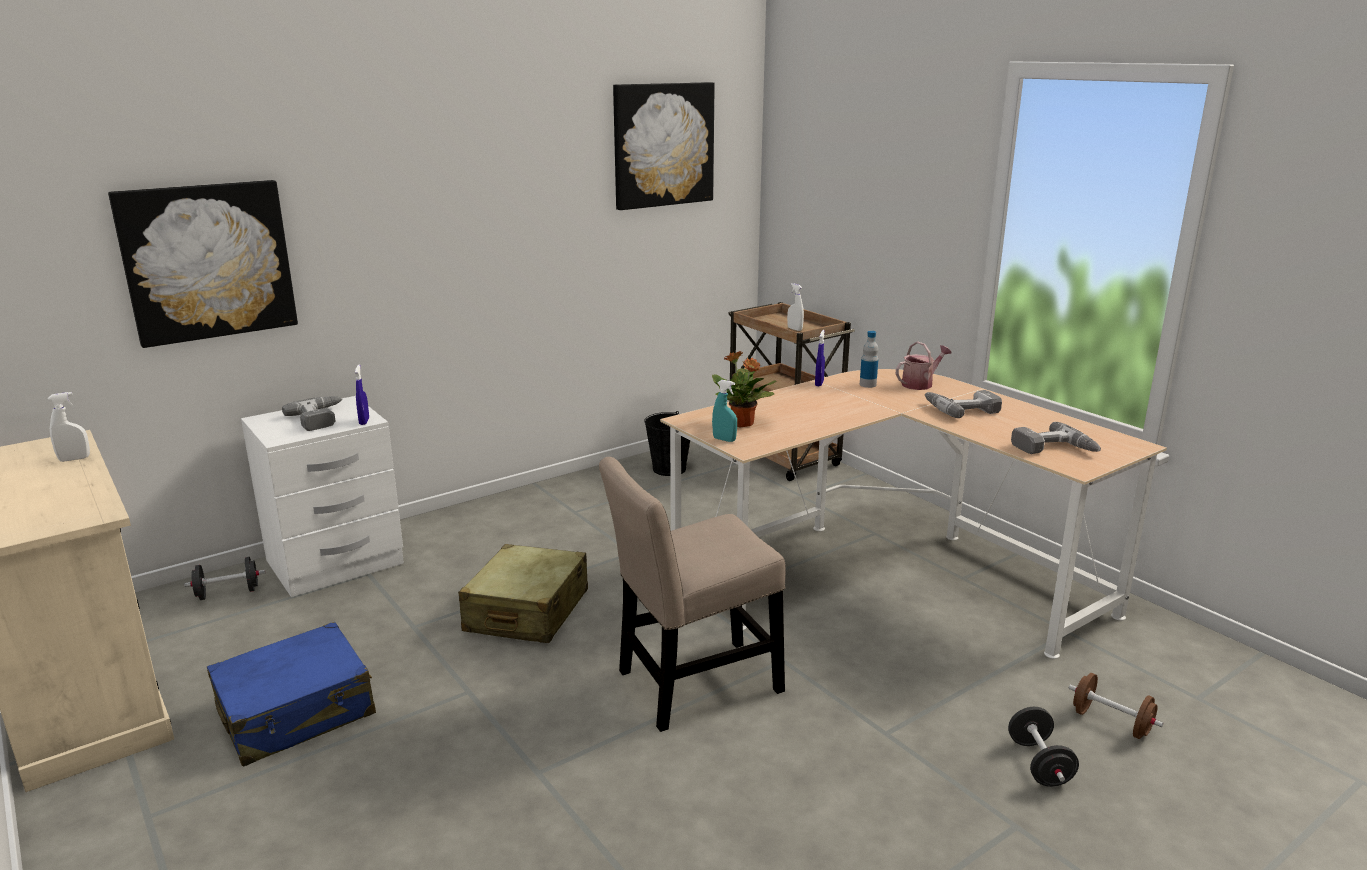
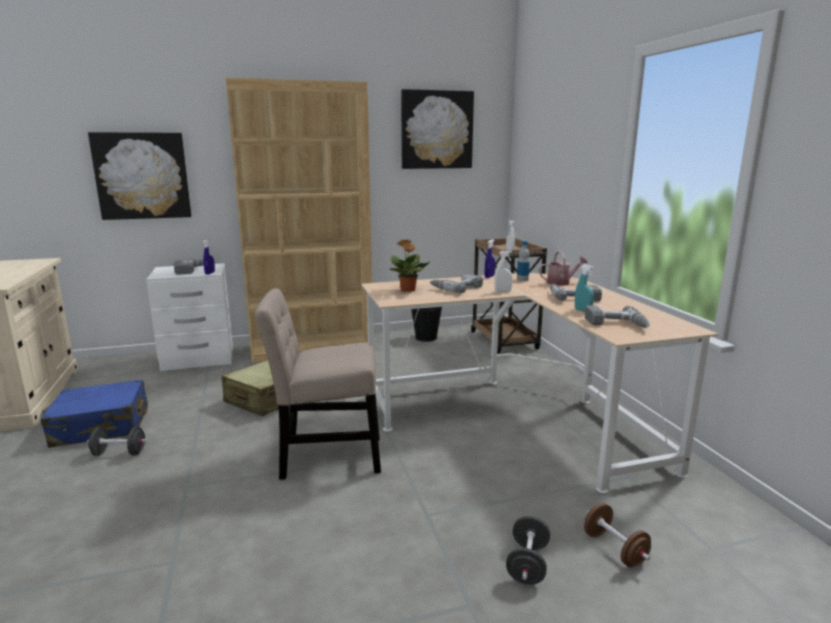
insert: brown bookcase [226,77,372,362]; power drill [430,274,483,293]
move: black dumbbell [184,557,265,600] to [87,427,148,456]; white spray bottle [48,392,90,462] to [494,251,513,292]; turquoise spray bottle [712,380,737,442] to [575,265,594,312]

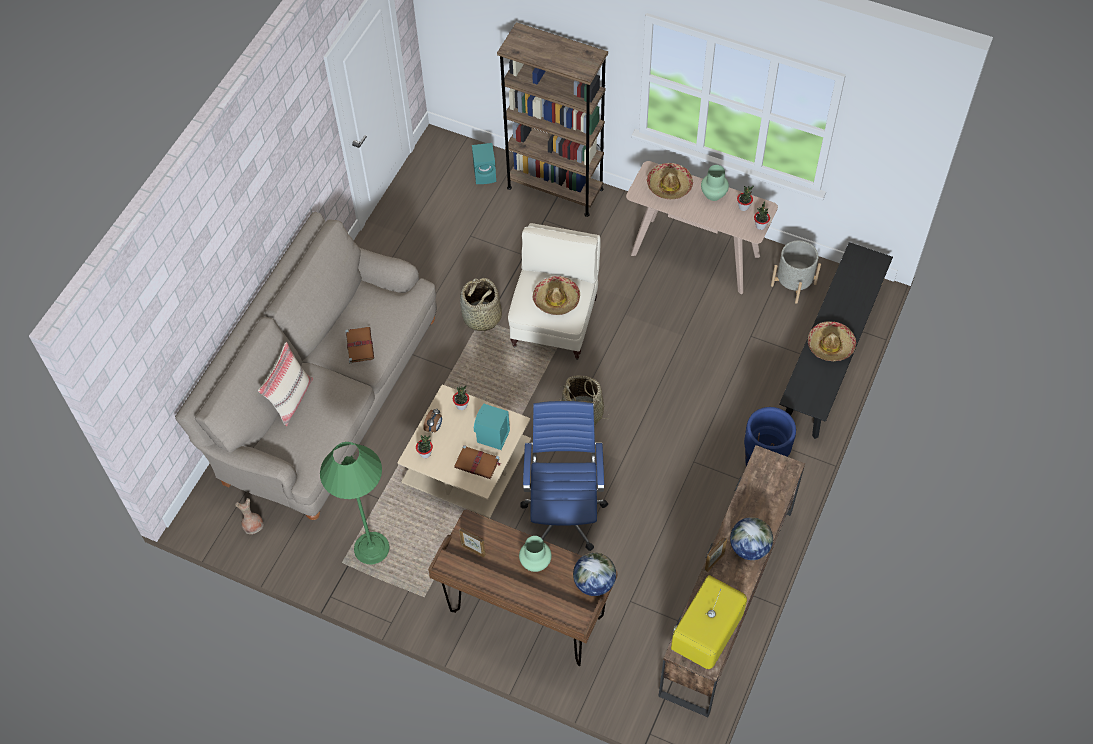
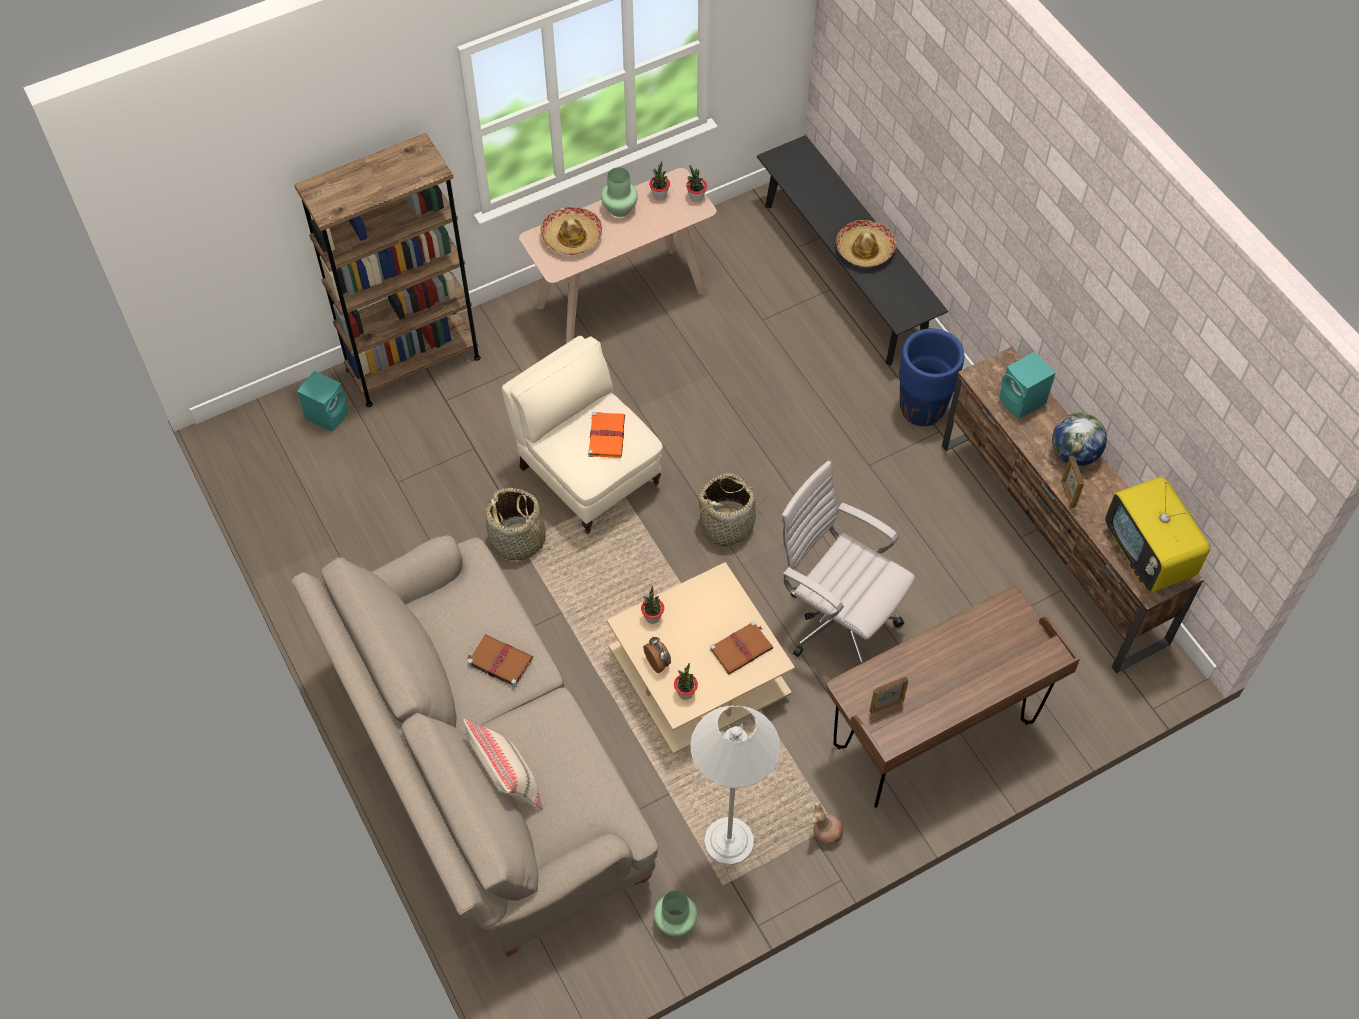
delete: globe [573,552,616,596]; grey planter [771,240,821,304]
move: green vase [519,536,551,572] to [654,890,697,937]; brown vase [235,498,264,534] to [811,802,844,846]; turquoise speaker [474,404,510,450] to [999,351,1055,419]
replace: hat [533,276,580,315] to orange book [588,412,625,458]
recolor: green floor lamp [320,442,389,564] to white floor lamp [690,705,780,865]; blue office chair [520,401,608,551] to white office chair [780,461,915,665]

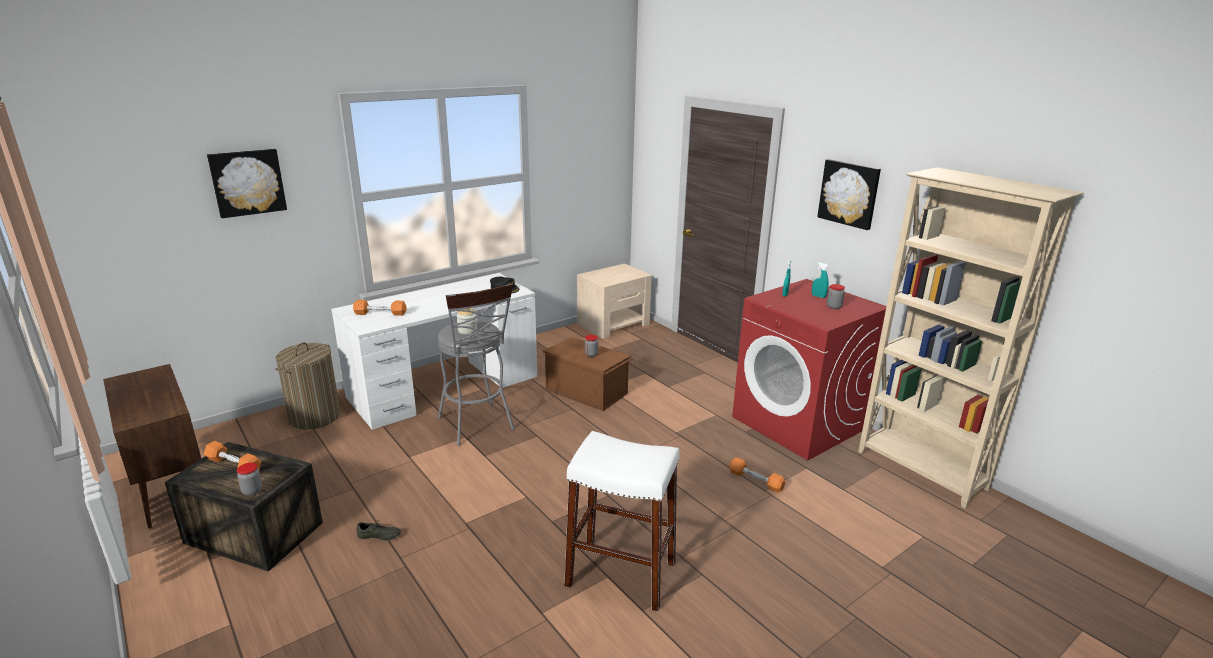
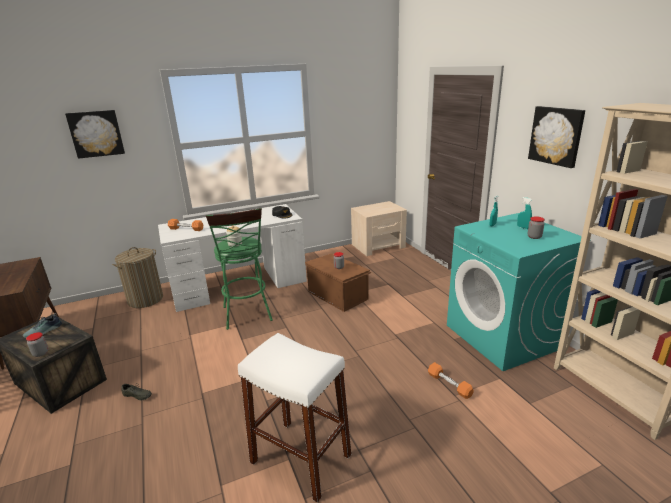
replace: orange dumbbell [204,441,261,470] to shoe [23,313,62,338]
recolor: grey stool [438,283,515,446] to green stool [206,208,273,330]; red washing machine [732,279,886,460] to turquoise washing machine [447,213,582,371]

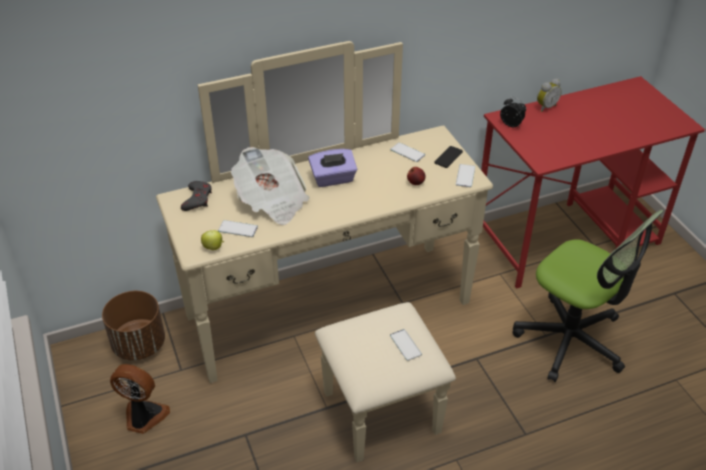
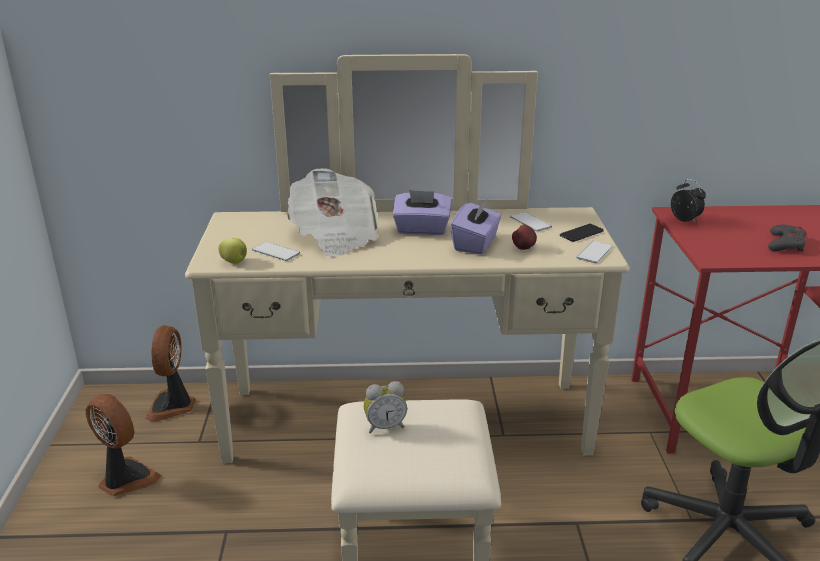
delete: phone [390,329,422,361]
insert: purple tissue box [451,199,502,255]
move: alarm clock [537,79,561,112] to [364,381,407,433]; grey game controller [181,181,212,211] to [768,225,807,252]
replace: brown planter [102,291,165,360] to fan [145,326,196,422]

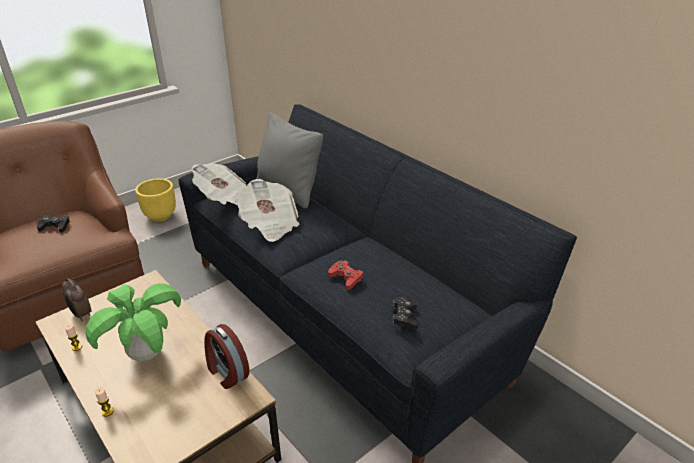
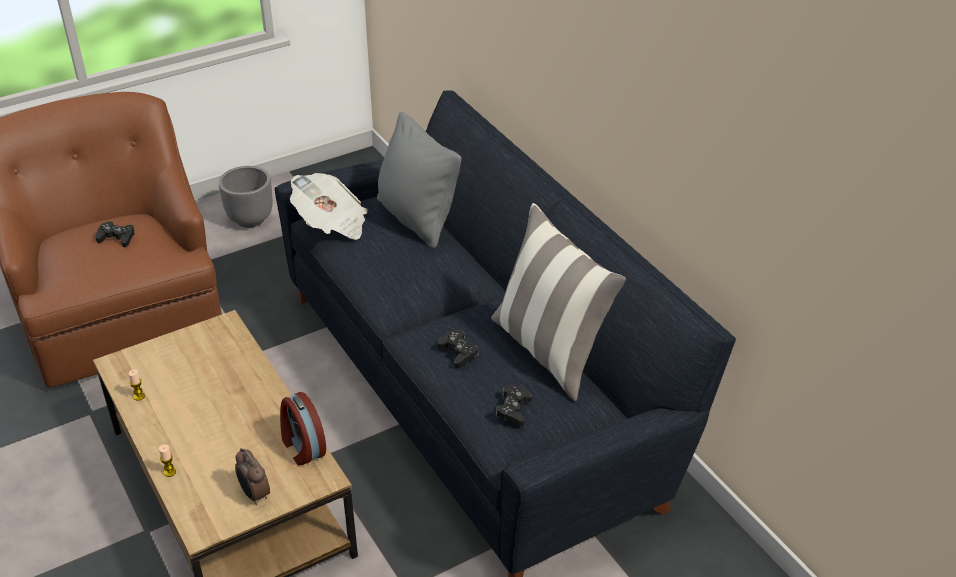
delete: potted plant [85,284,181,362]; newspaper [238,179,299,242]
insert: pillow [491,203,626,401]
move: alarm clock [62,278,91,321] to [235,448,270,505]
recolor: yellow planter [135,178,176,222] to grey planter [219,166,273,228]; red game controller [328,261,363,290] to black game controller [438,330,479,368]

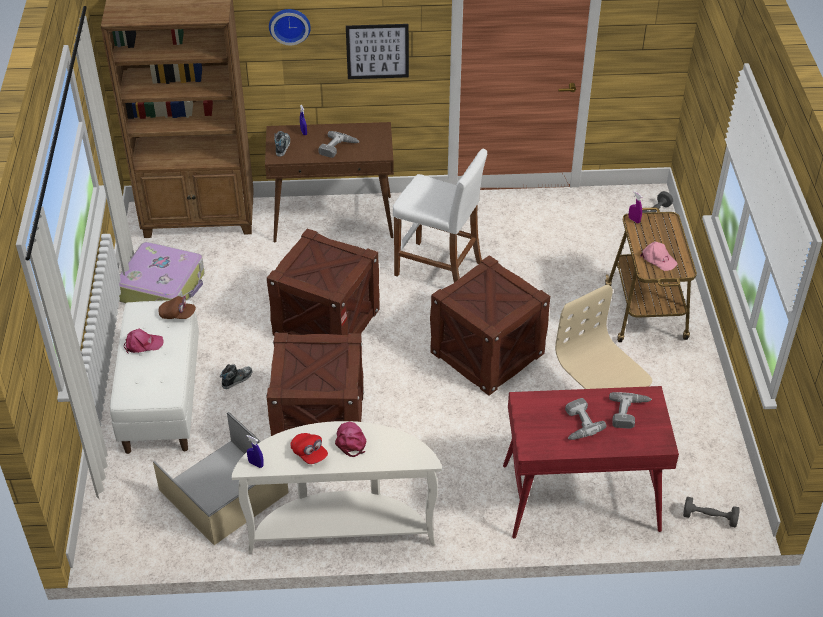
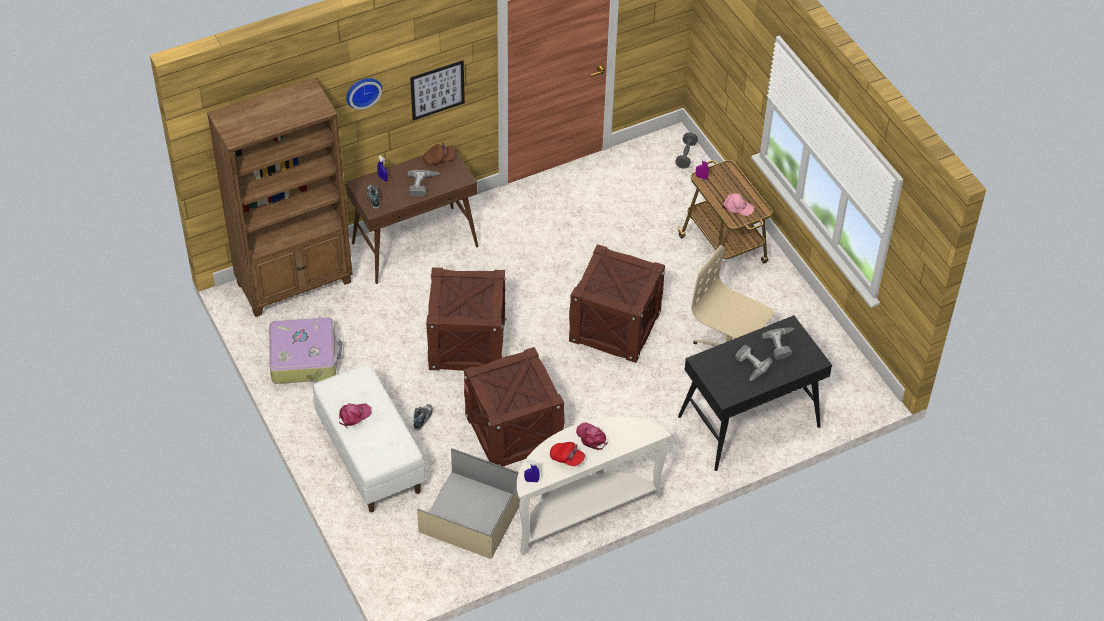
delete: white stool [393,149,487,283]; grey dumbbell [683,497,740,527]
move: brown cap [159,296,196,319] to [423,143,455,166]
recolor: red desk [503,386,679,538] to black desk [678,315,832,471]

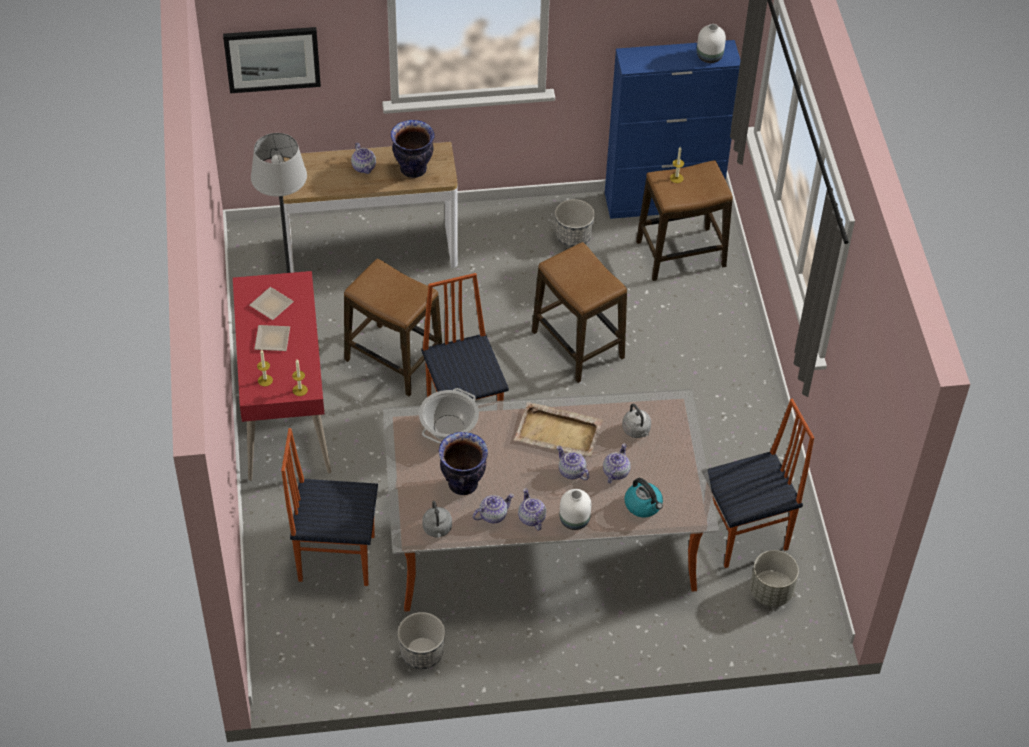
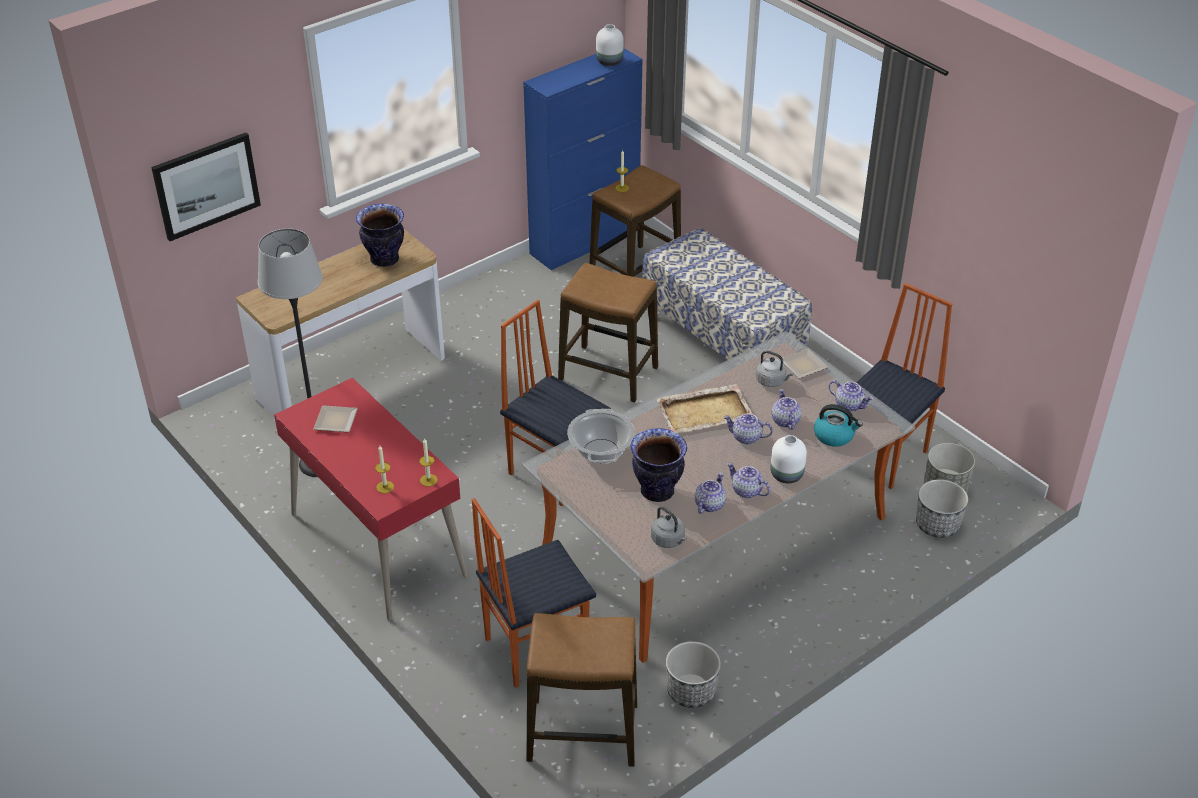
insert: bench [642,228,812,360]
move: stool [344,259,442,396] to [526,613,637,767]; plate [254,325,290,351] to [782,349,828,378]; teapot [351,143,376,174] to [829,380,874,412]; planter [555,199,595,247] to [916,479,968,538]

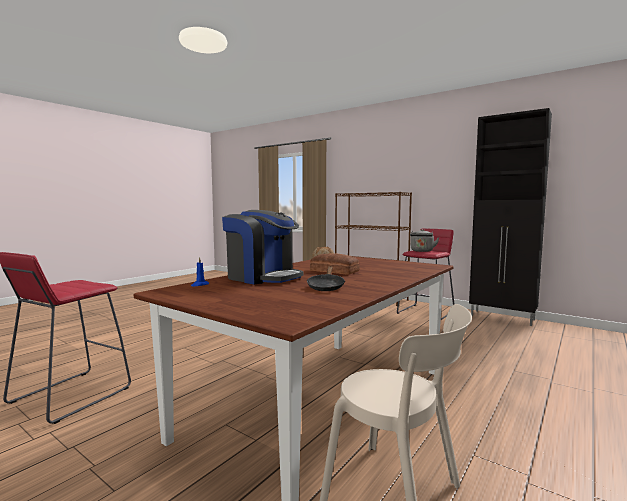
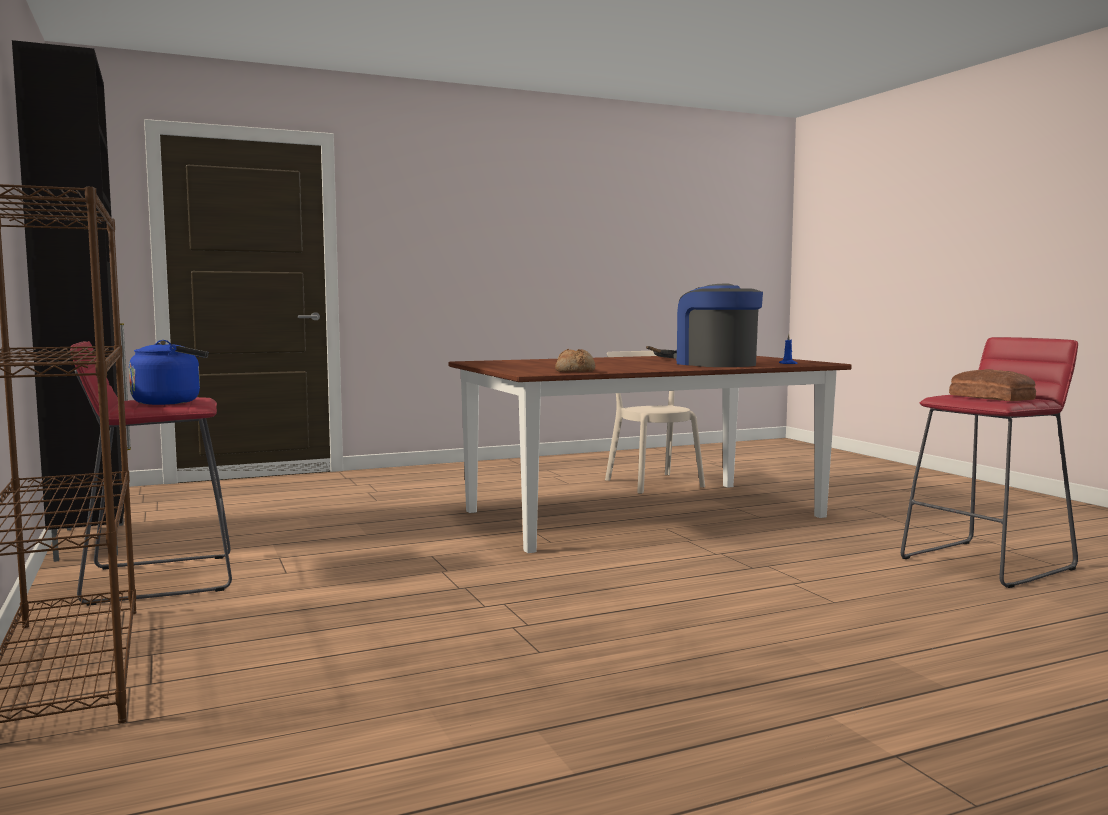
move: bread [310,253,360,275] to [949,369,1036,401]
recolor: grey kettle [410,229,439,252] to blue kettle [129,340,209,405]

